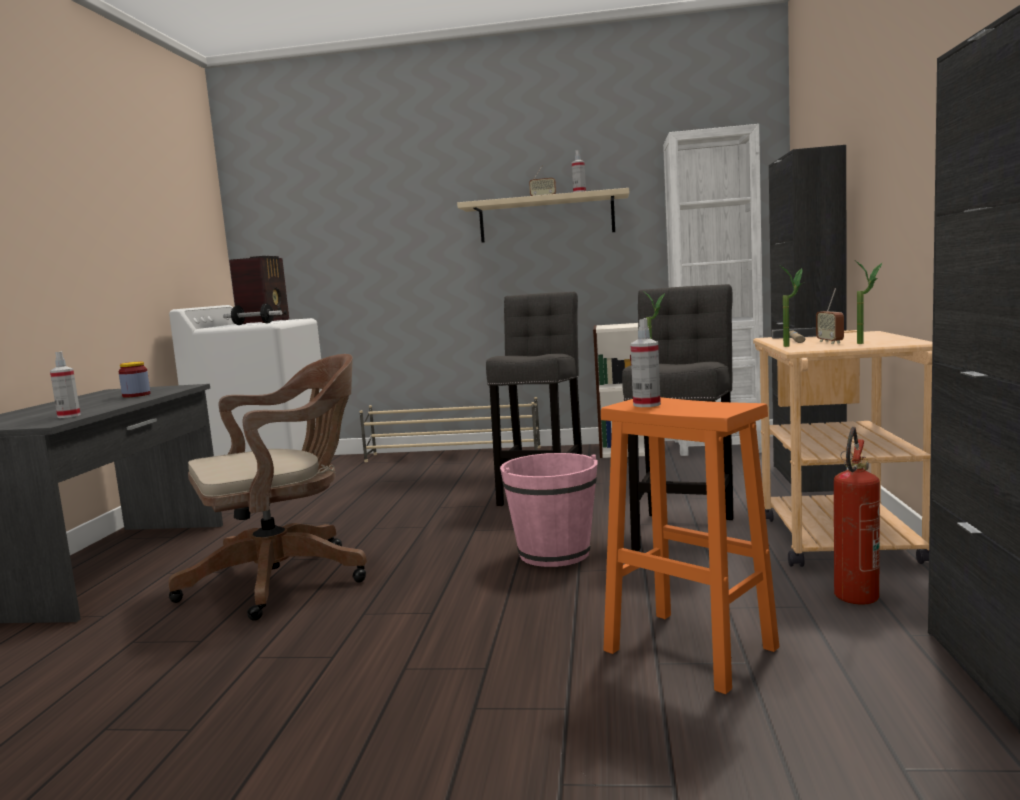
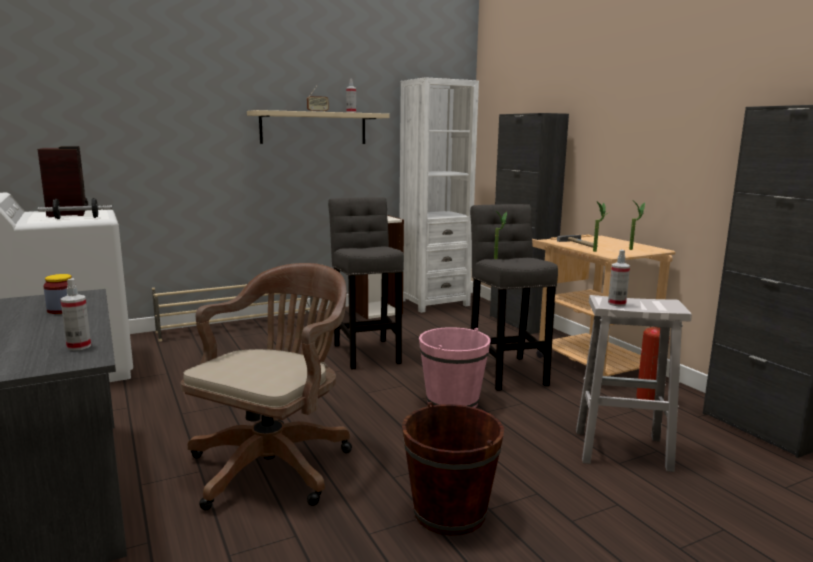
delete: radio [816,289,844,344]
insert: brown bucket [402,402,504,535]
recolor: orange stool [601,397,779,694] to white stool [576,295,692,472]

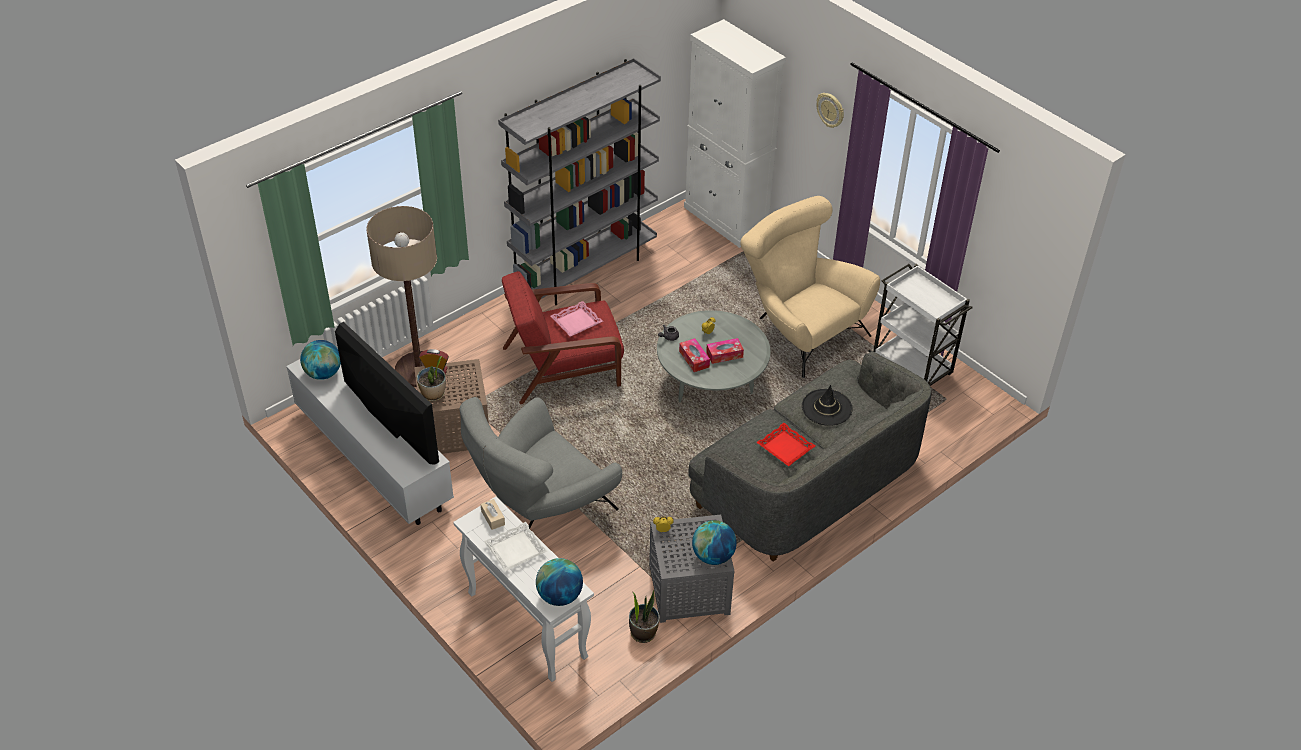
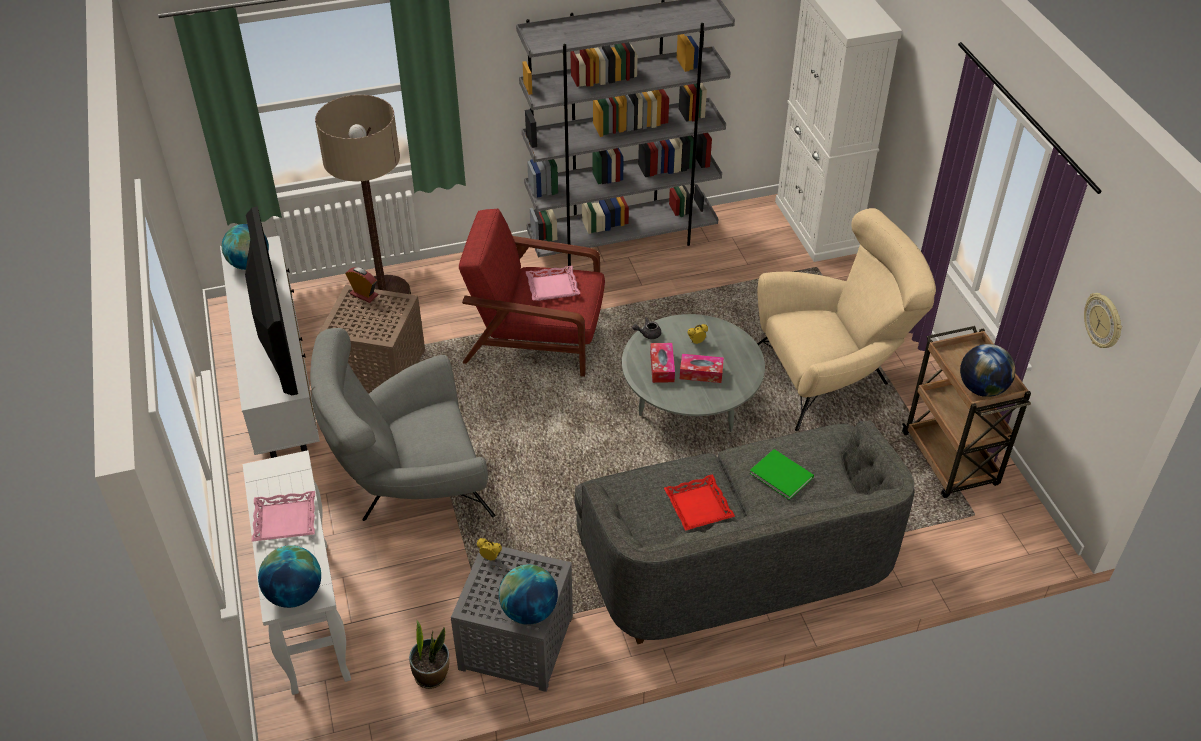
delete: potted plant [417,356,446,401]; beige tissue box [481,499,505,530]
insert: globe [960,344,1016,397]
move: wall clock [816,93,844,128] to [1084,293,1122,348]
replace: black hat [802,385,853,426] to green book [750,449,814,500]
recolor: white tray [484,522,547,571] to pink tray [251,491,315,542]; white cart [868,264,972,386] to brown cart [902,326,1031,498]
rotate: beige armchair [741,196,880,378] = [757,208,936,431] 90 degrees clockwise

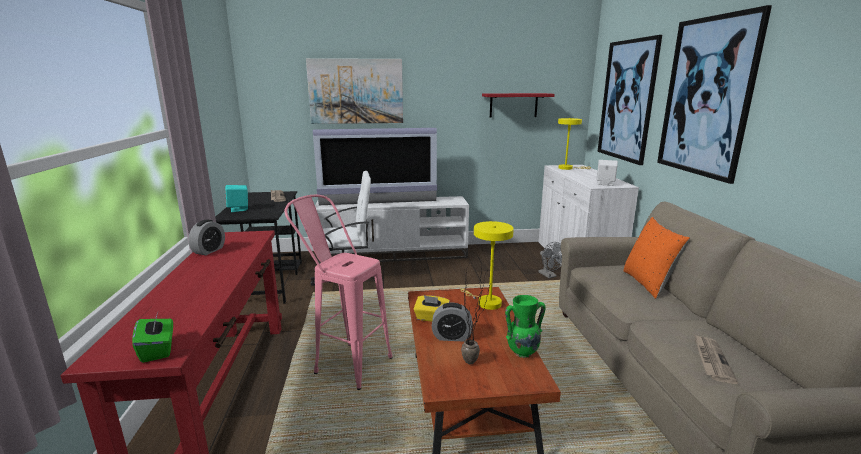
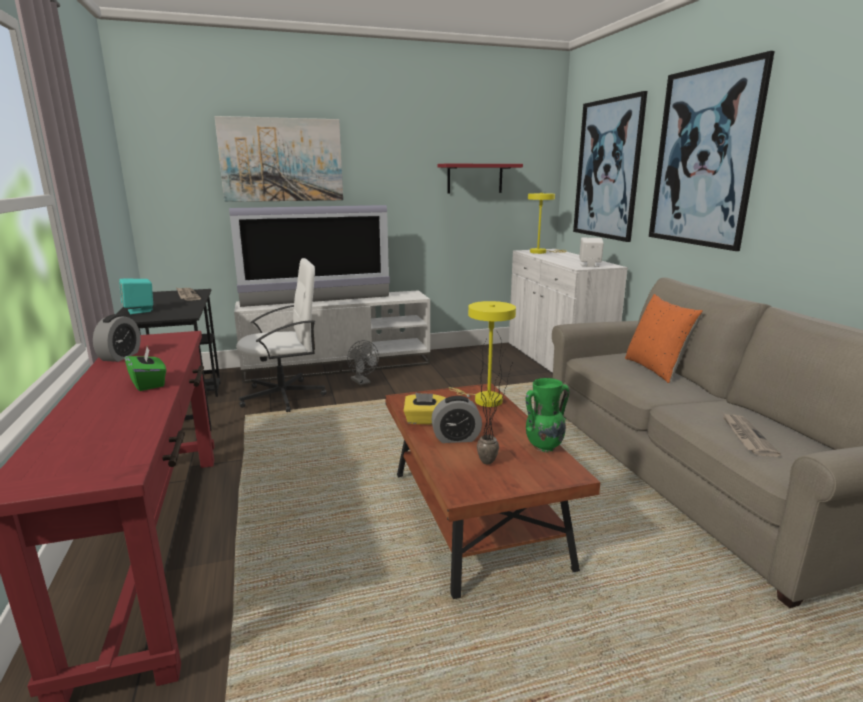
delete: pink stool [284,195,393,390]
move: green tissue box [132,312,173,363] to [125,347,166,391]; grey fan [538,242,562,278] to [347,340,379,385]

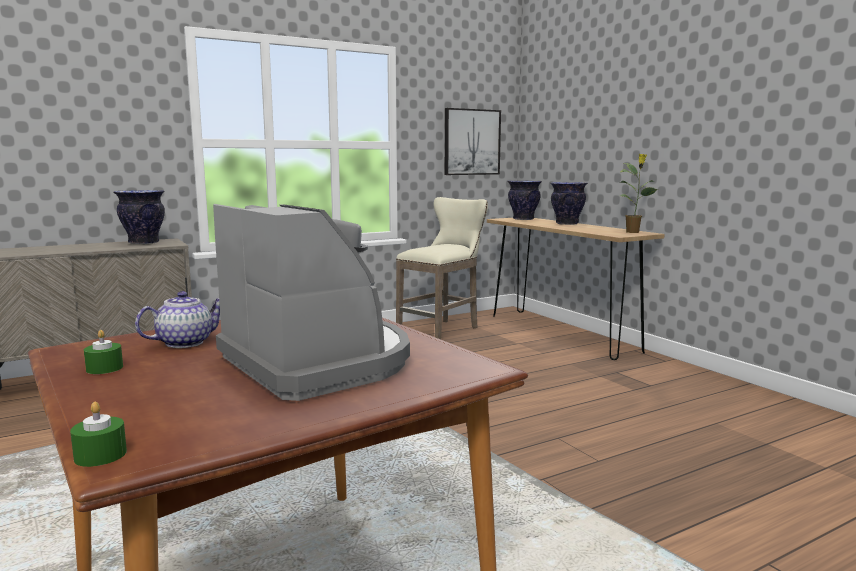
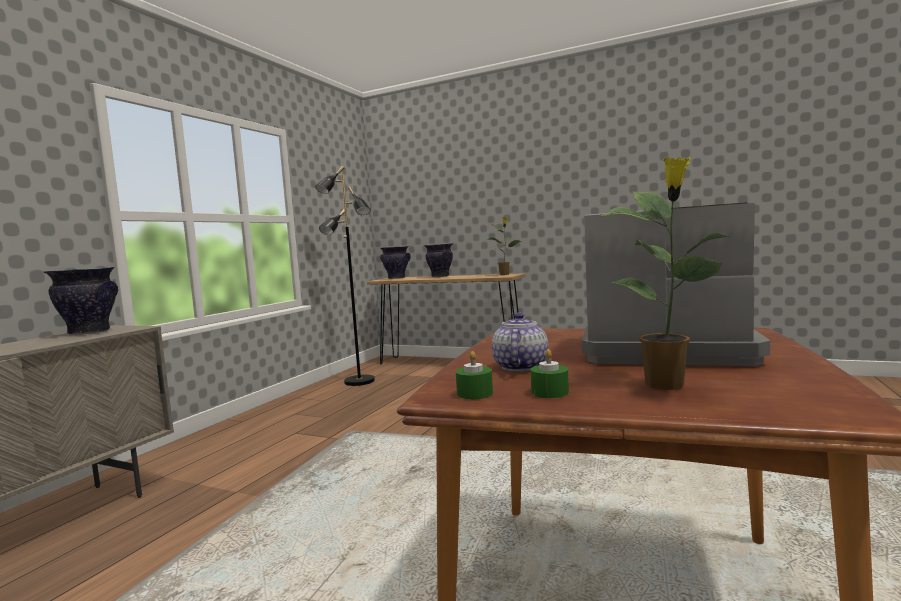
delete: picture [445,108,501,175]
insert: potted plant [602,157,729,390]
move: green candle [70,402,127,467] to [456,351,493,399]
replace: beige stool [396,197,488,339] to black floor lamp [315,166,375,386]

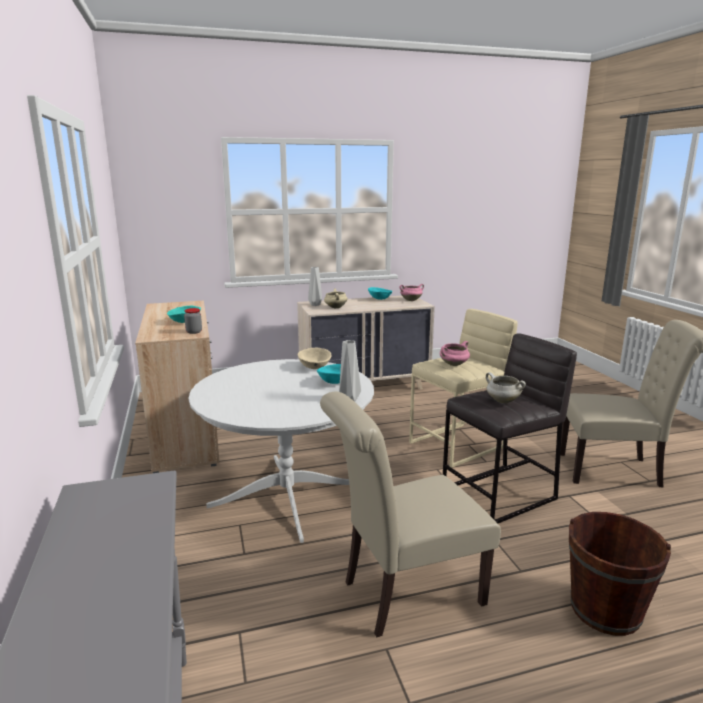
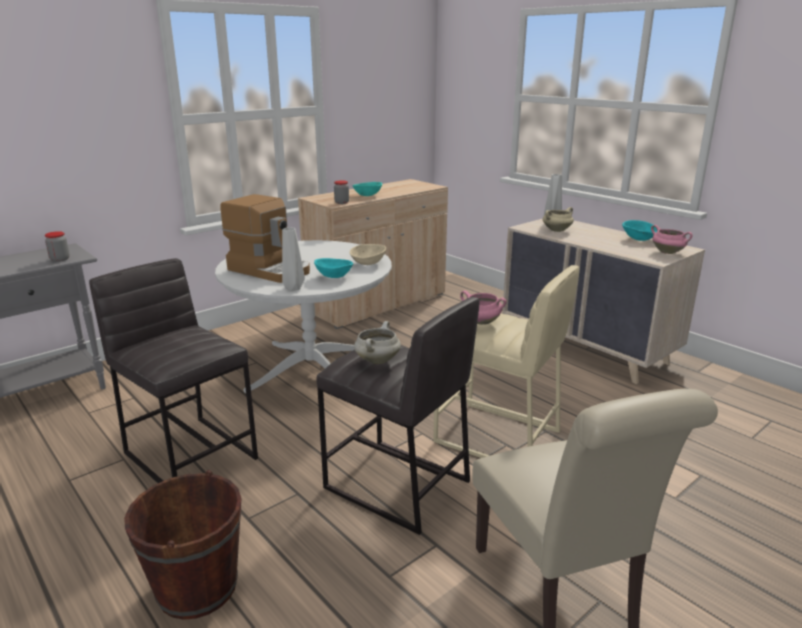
insert: jar [45,231,70,262]; coffee machine [220,194,310,283]
replace: beige chair [320,391,501,637] to grey stool [89,258,258,483]

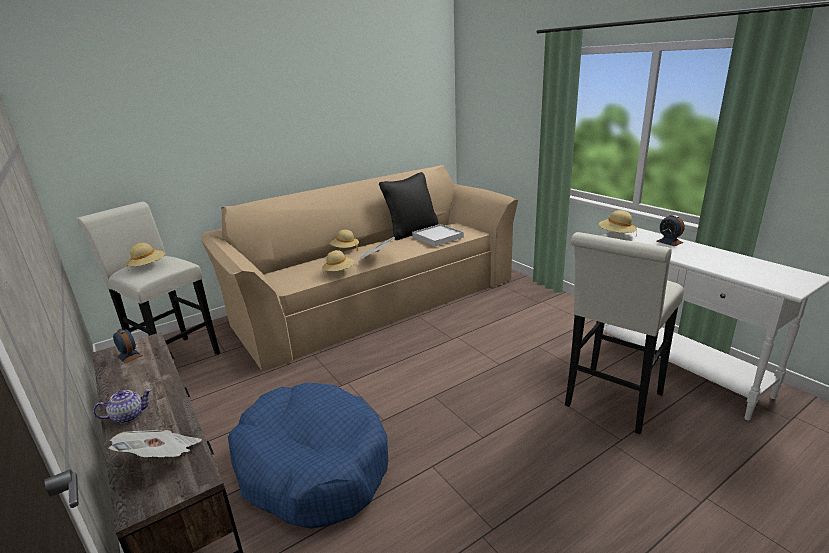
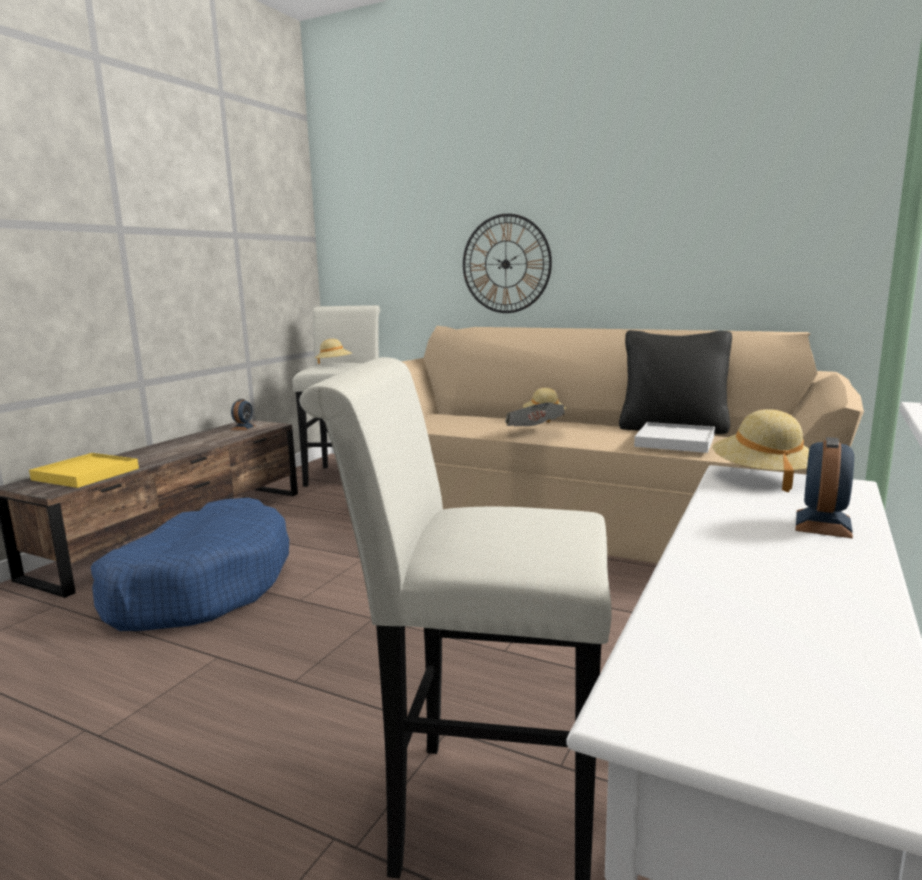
delete: teapot [93,389,152,424]; beige hat [322,250,354,272]
insert: wall clock [463,214,552,313]
replace: newspaper [108,430,202,457] to yellow tray [29,453,139,488]

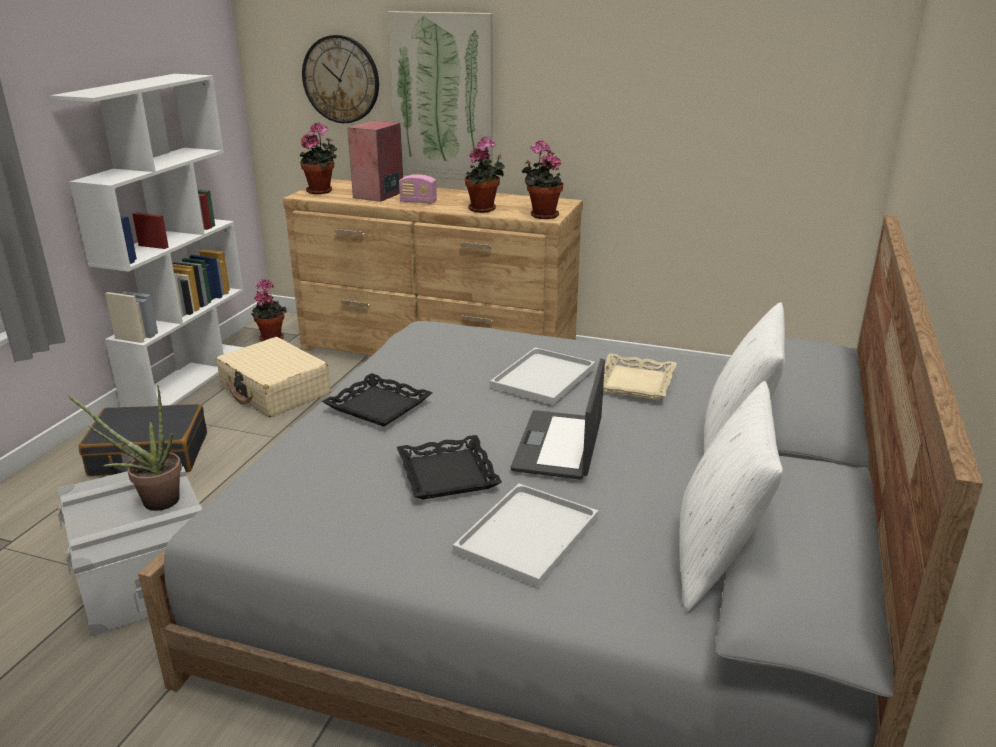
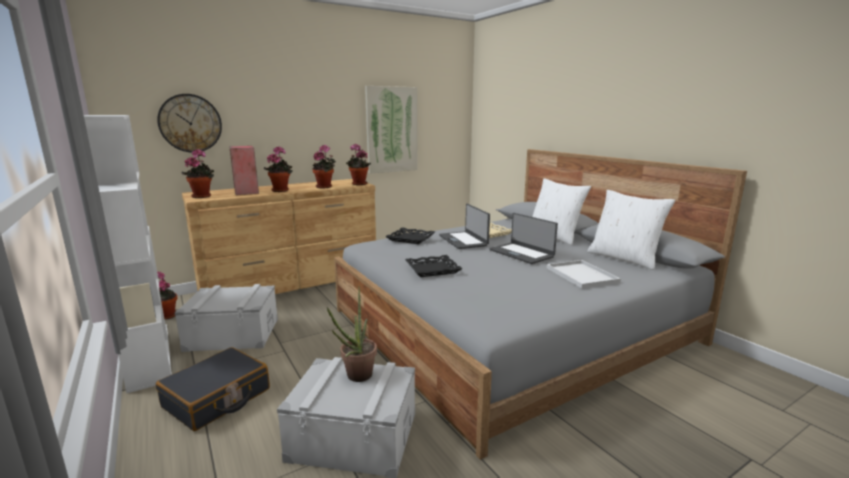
move: picture [388,11,493,180] to [365,86,418,174]; black tray [397,435,502,499] to [385,228,435,244]
replace: beige suitcase [216,337,331,417] to grey storage box [175,284,278,352]; radio [399,174,437,204] to potted plant [264,146,292,192]; white tray [490,347,595,405] to laptop [439,204,490,249]

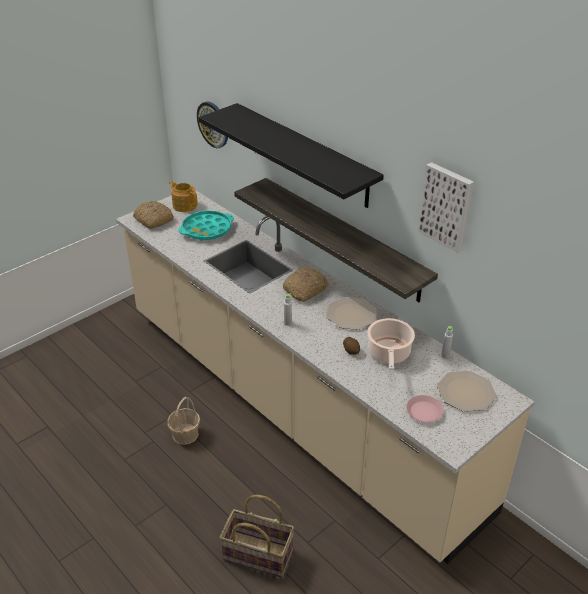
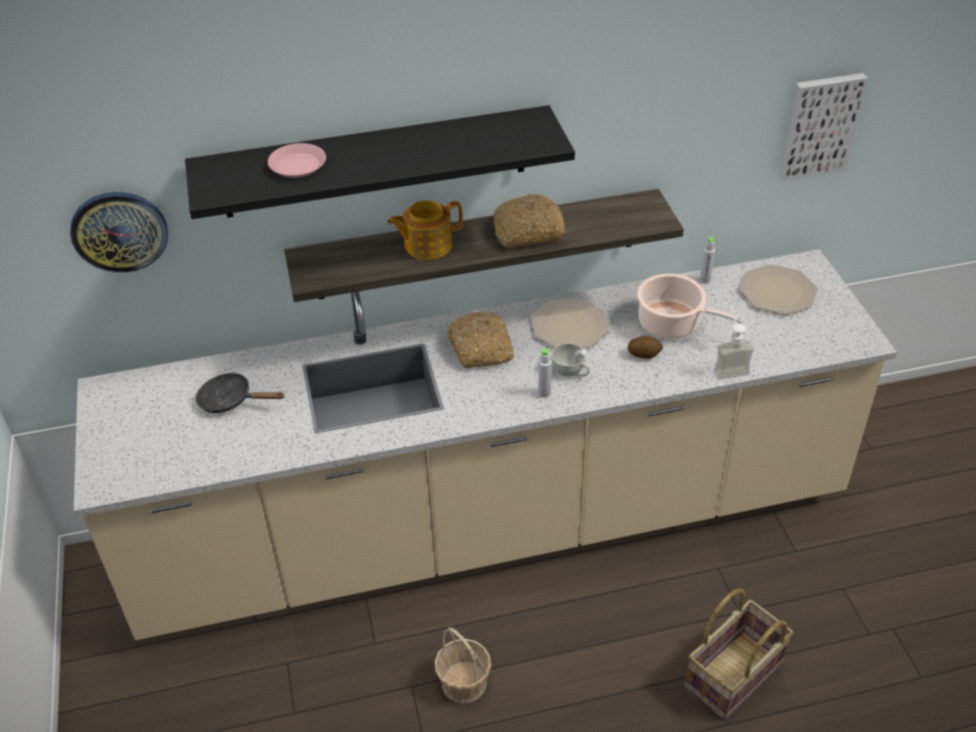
insert: white cup [551,343,590,376]; soap dispenser [713,314,754,380]
move: pink plate [406,395,444,423] to [268,143,326,178]; teapot [169,181,198,212] to [387,200,463,260]; bread [133,201,174,229] to [494,194,565,248]; picture [418,162,474,253] to [779,73,868,181]
replace: turquoise tray [179,210,234,241] to black frying pan [196,372,285,413]

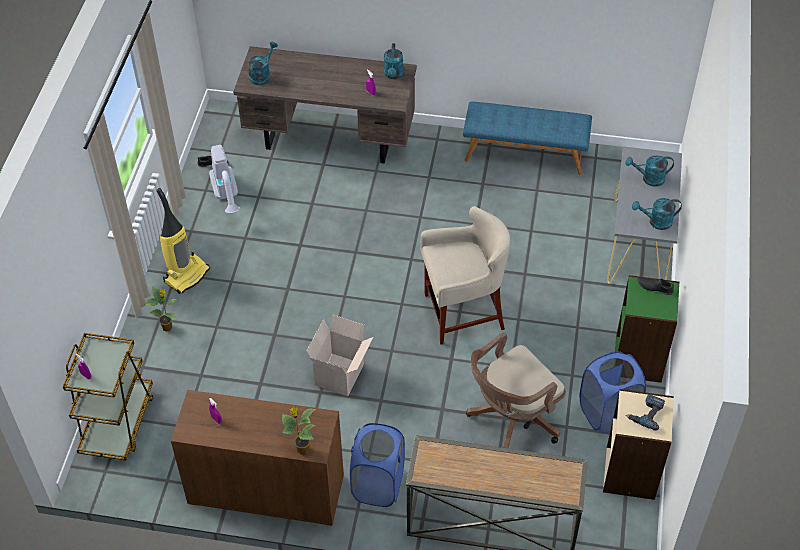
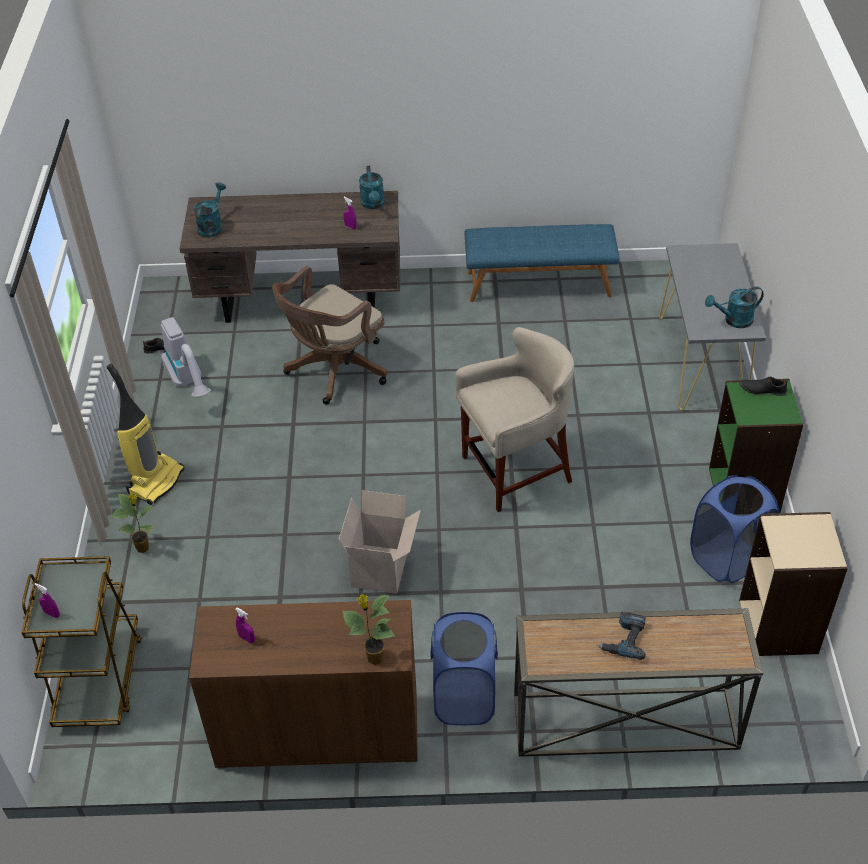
delete: turquoise watering can [625,155,674,186]
move: brown office chair [466,332,566,448] to [272,266,388,405]; power drill [626,394,665,431] to [597,612,646,660]

